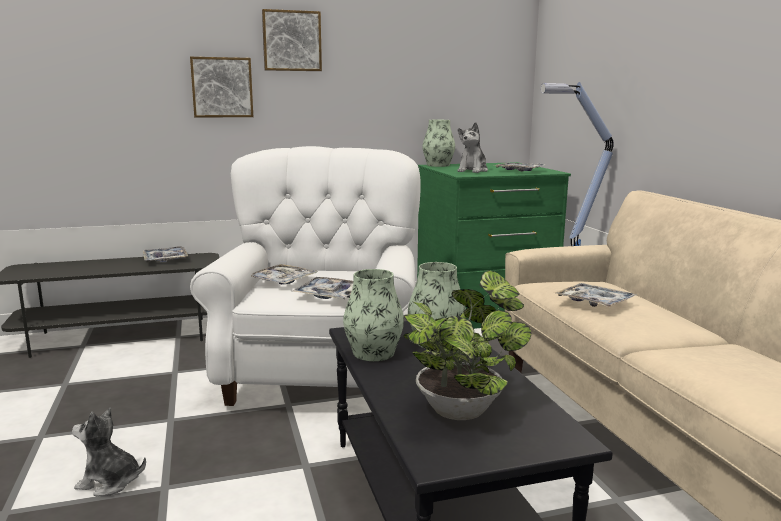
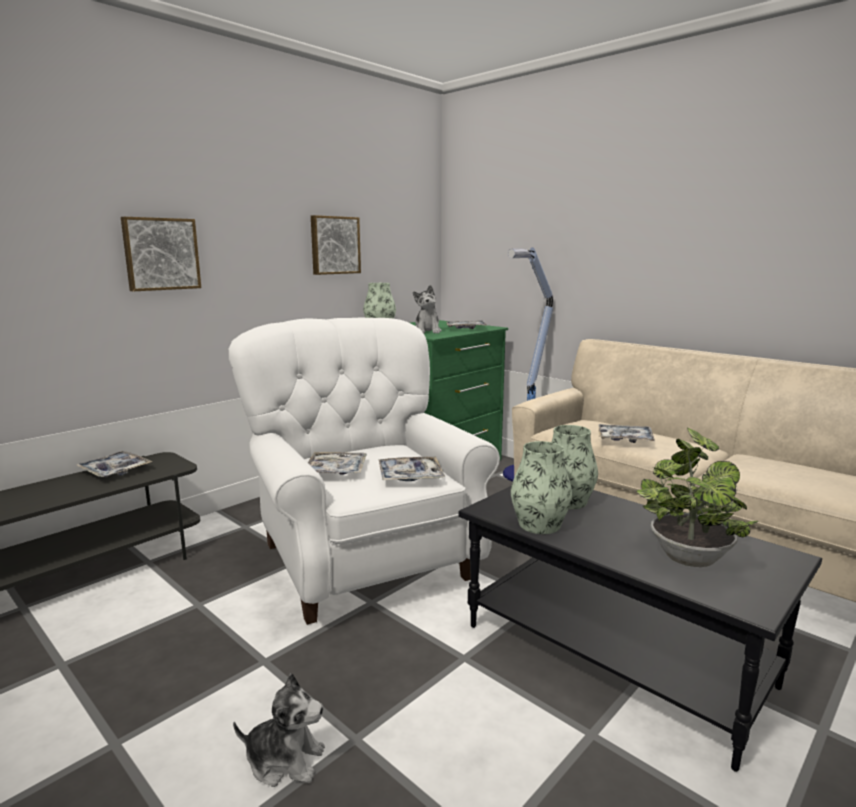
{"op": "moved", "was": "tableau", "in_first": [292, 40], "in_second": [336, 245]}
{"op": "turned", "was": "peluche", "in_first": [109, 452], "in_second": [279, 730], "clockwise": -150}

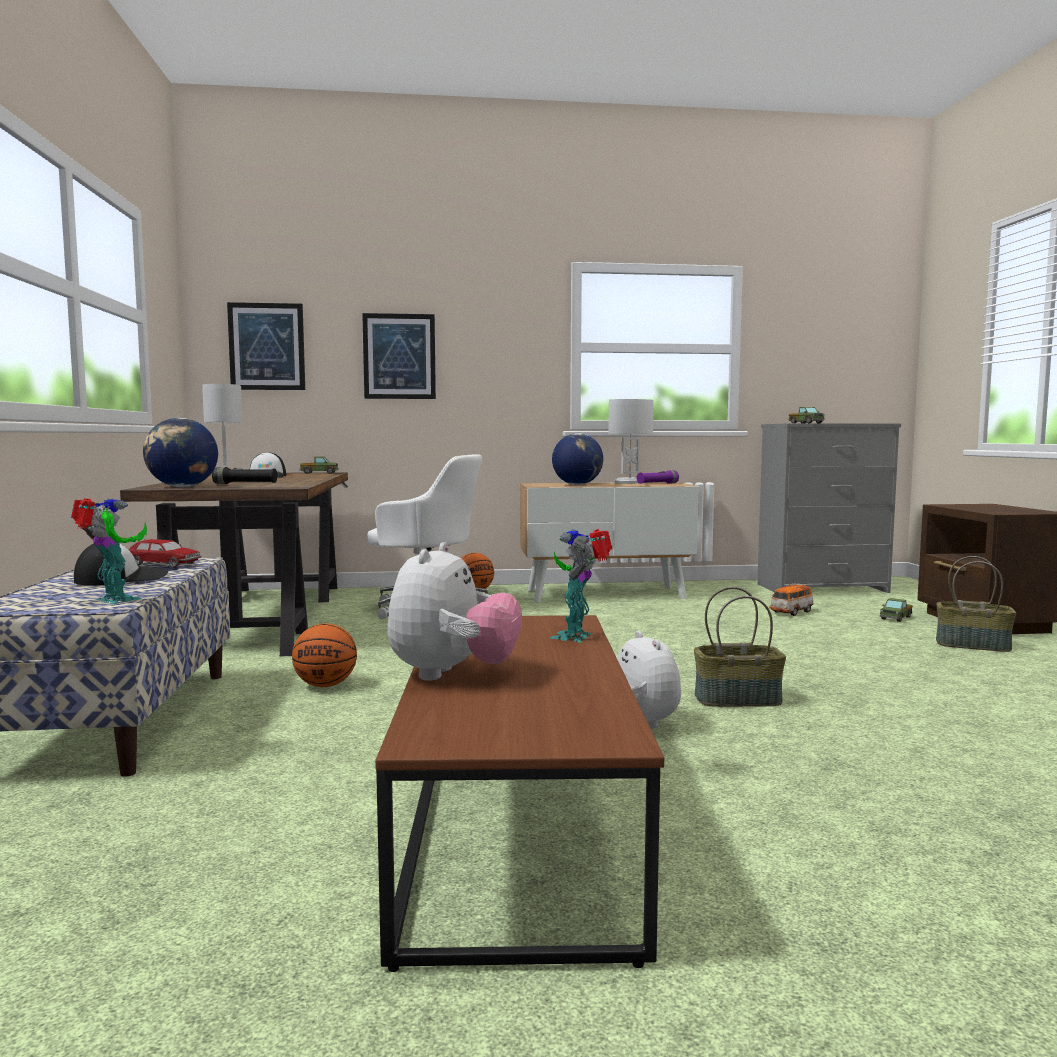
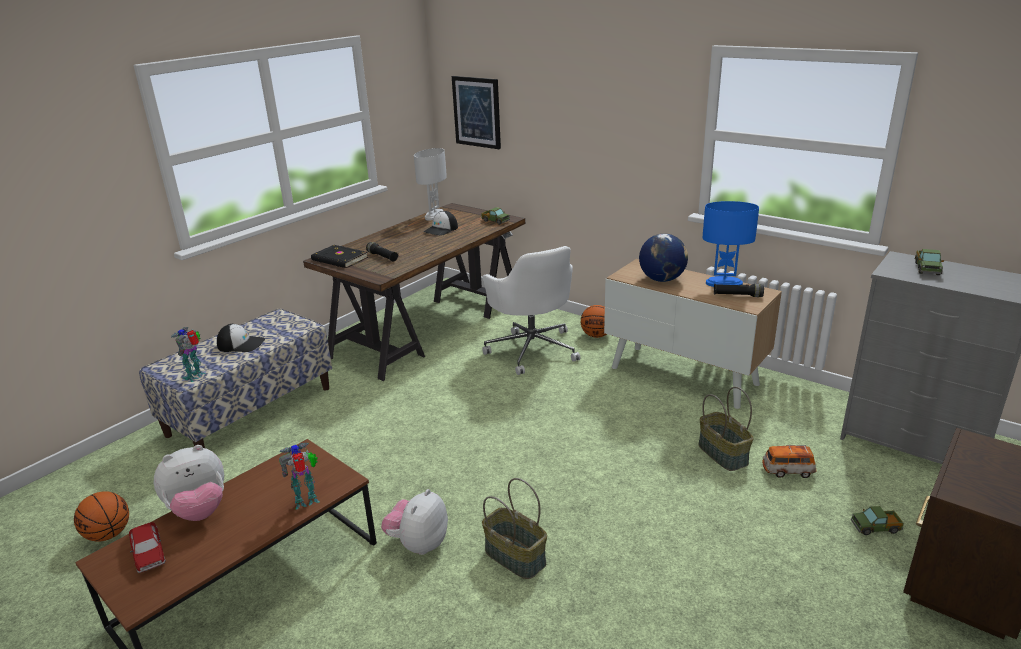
{"op": "removed", "was": "tableau", "in_first": [399, 356]}
{"op": "recoloured", "was": "lampe de table/blanc", "now": "lampe de table/bleu", "in_first": [631, 441], "in_second": [731, 244]}
{"op": "replaced", "was": "globe", "now": "livre/noir", "in_first": [180, 452], "in_second": [339, 256]}
{"op": "recoloured", "was": "lampe de poche/violet", "now": "lampe de poche/noir", "in_first": [657, 477], "in_second": [739, 290]}
{"op": "turned", "was": "robot jouet", "in_first": [109, 551], "in_second": [188, 354], "clockwise": -150}
{"op": "moved", "was": "petite voiture", "in_first": [165, 553], "in_second": [147, 547]}
{"op": "moved", "was": "panier", "in_first": [976, 604], "in_second": [725, 429]}
{"op": "moved", "was": "ballon de basket", "in_first": [324, 655], "in_second": [101, 516]}

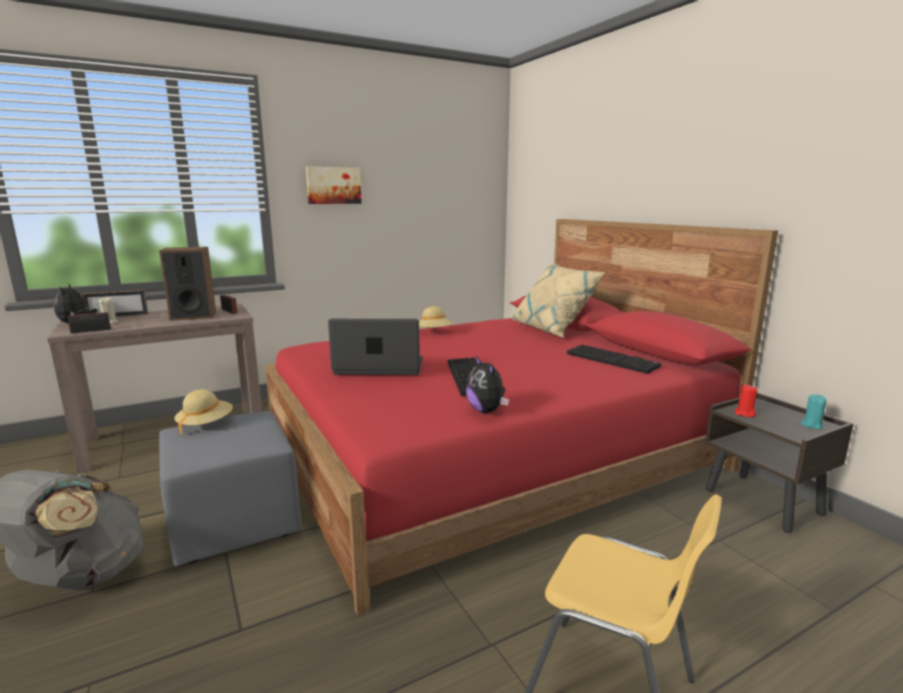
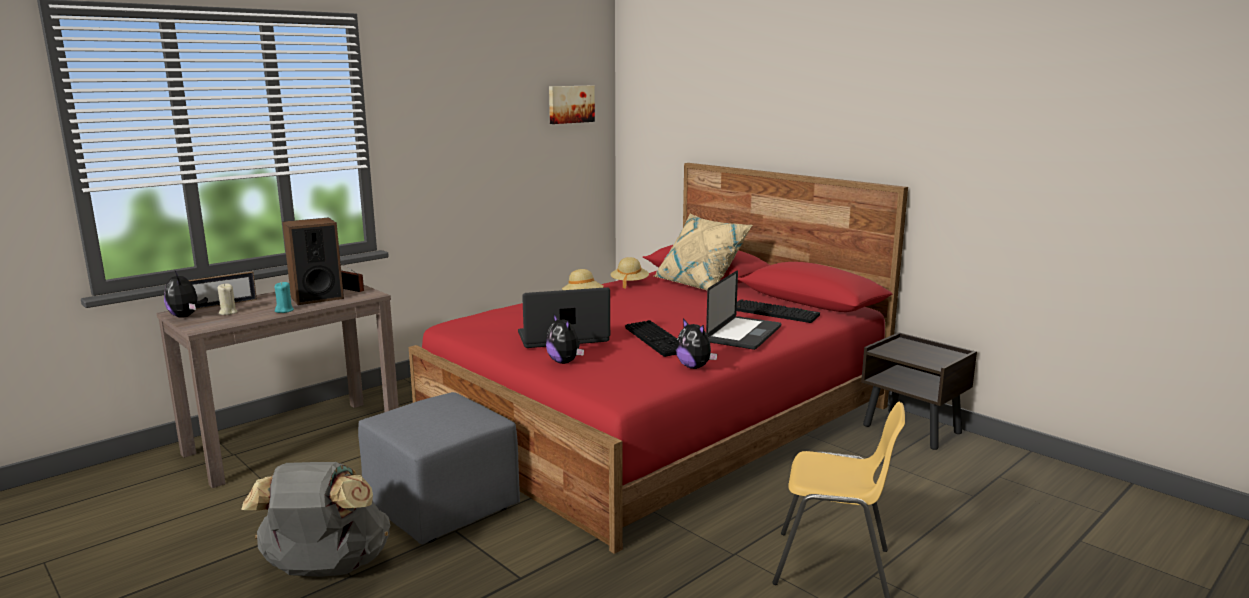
{"op": "moved", "was": "tableau", "in_first": [334, 185], "in_second": [572, 105]}
{"op": "removed", "was": "radio", "in_first": [89, 316]}
{"op": "removed", "was": "bougie/rouge", "in_first": [746, 400]}
{"op": "moved", "was": "chapeau/beige", "in_first": [203, 412], "in_second": [630, 273]}
{"op": "moved", "was": "bougie/turquoise", "in_first": [814, 412], "in_second": [284, 297]}
{"op": "added", "now": "ordinateur portable", "in_second": [743, 310]}
{"op": "added", "now": "peluche", "in_second": [565, 338]}

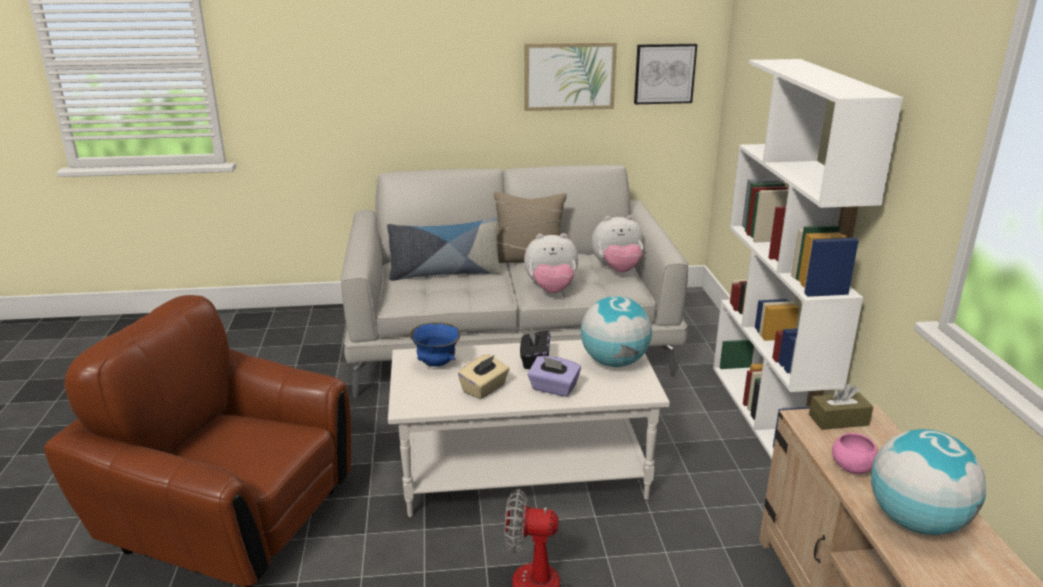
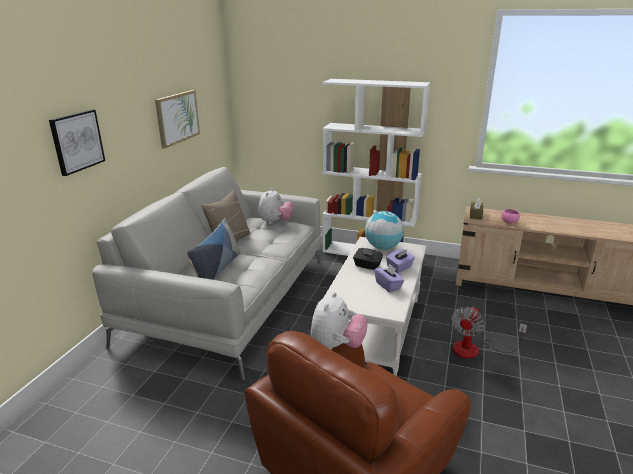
{"op": "moved", "was": "tableau", "in_first": [665, 74], "in_second": [77, 142]}
{"op": "moved", "was": "peluche", "in_first": [551, 263], "in_second": [339, 321]}
{"op": "removed", "was": "bol/bleu", "in_first": [435, 344]}
{"op": "recoloured", "was": "boîte à mouchoirs/beige", "now": "boîte à mouchoirs/violet", "in_first": [483, 376], "in_second": [389, 278]}
{"op": "removed", "was": "globe", "in_first": [928, 482]}

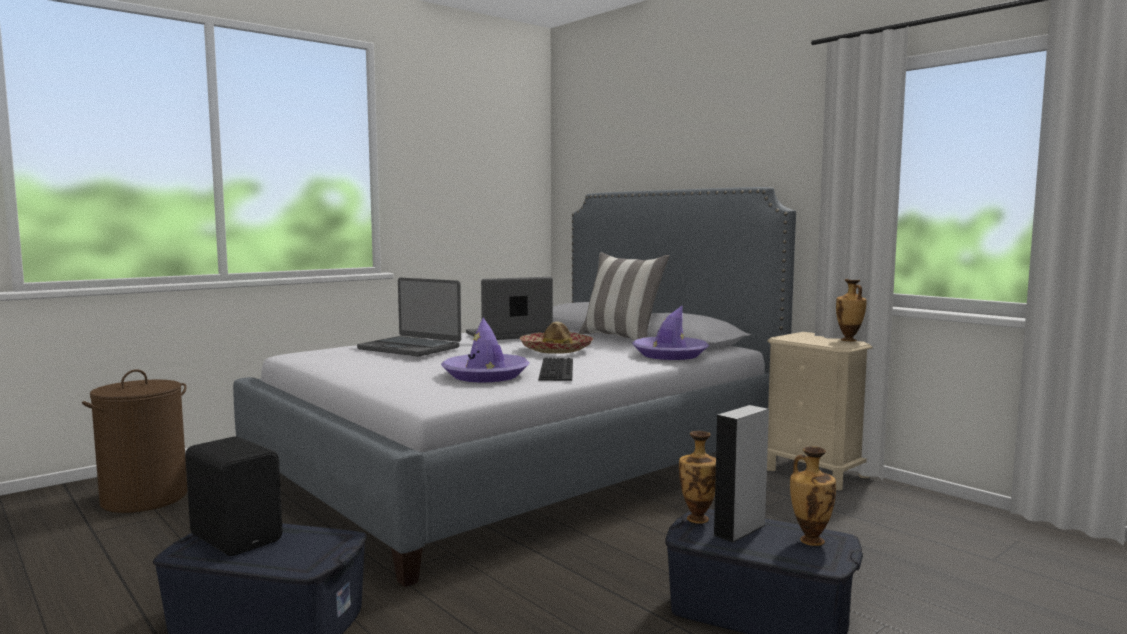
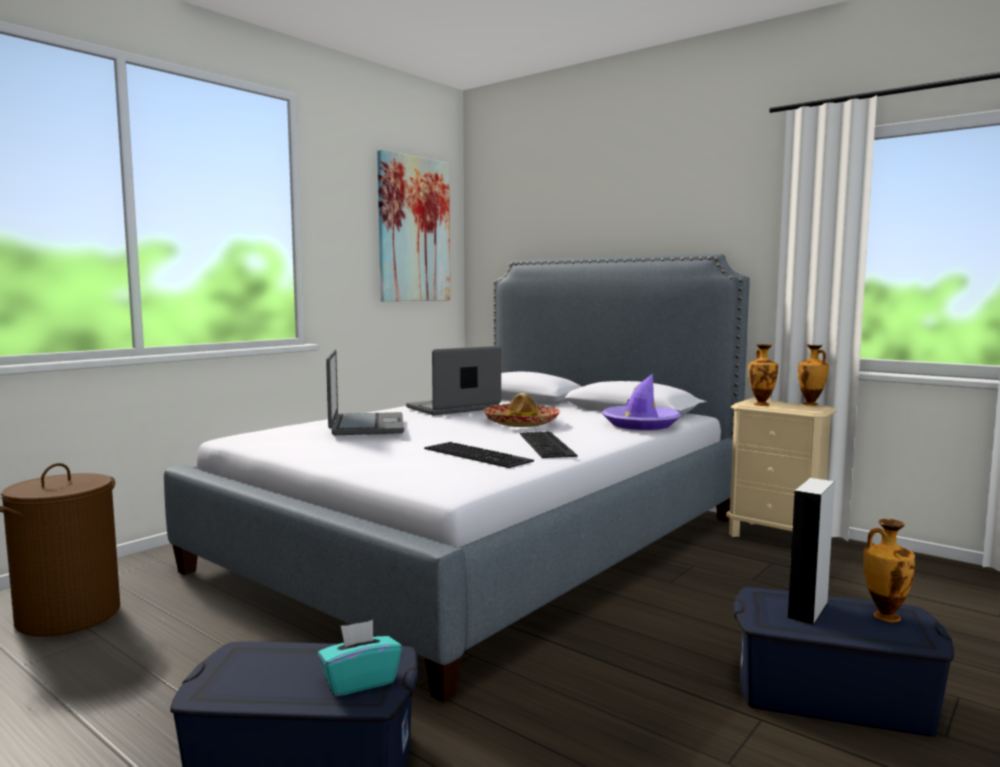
{"op": "removed", "was": "coussin", "in_first": [624, 296]}
{"op": "turned", "was": "ordinateur portable", "in_first": [409, 317], "in_second": [365, 392], "clockwise": -120}
{"op": "replaced", "was": "chapeau/violet", "now": "clavier", "in_first": [485, 350], "in_second": [479, 455]}
{"op": "moved", "was": "vase", "in_first": [697, 477], "in_second": [763, 375]}
{"op": "removed", "was": "enceinte/noir", "in_first": [233, 496]}
{"op": "added", "now": "tableau", "in_second": [413, 225]}
{"op": "added", "now": "boîte à mouchoirs/turquoise", "in_second": [360, 658]}

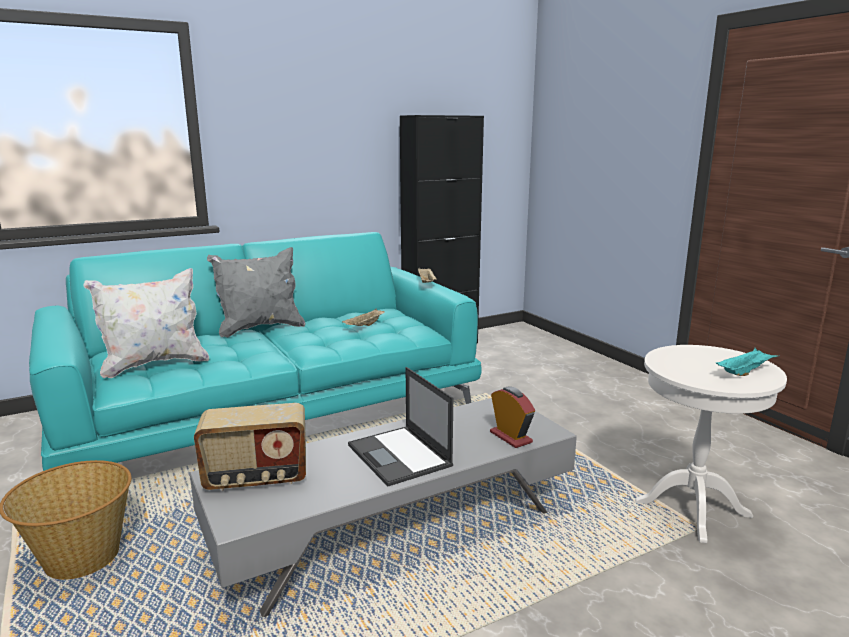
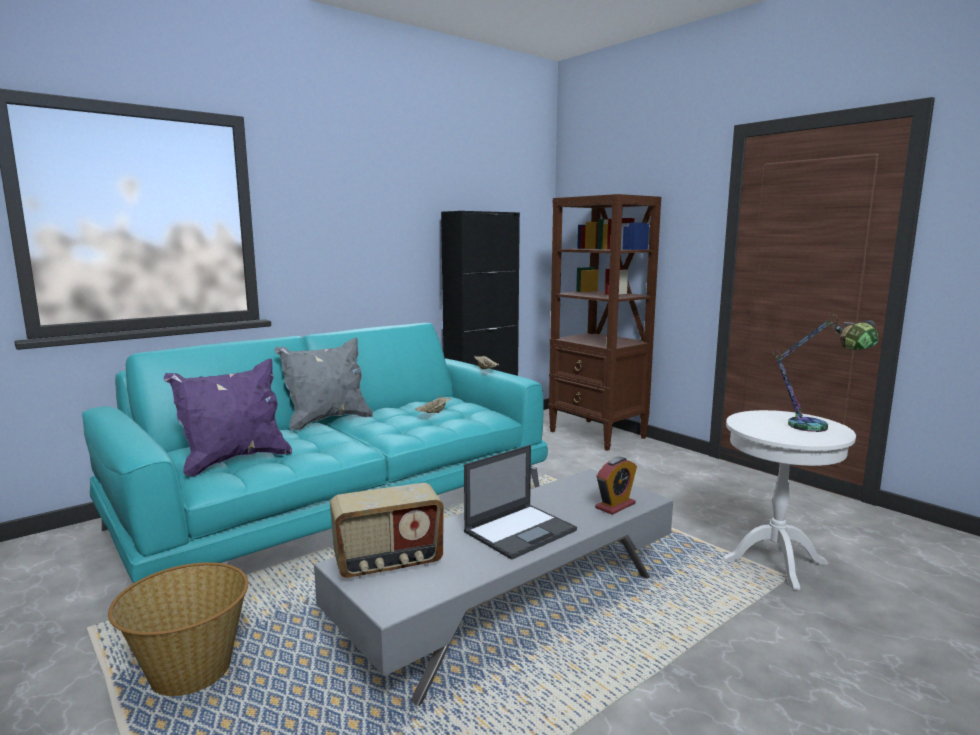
{"op": "recoloured", "was": "coussin/blanc", "now": "coussin/violet", "in_first": [146, 323], "in_second": [228, 417]}
{"op": "replaced", "was": "plateau/turquoise", "now": "lampe de table", "in_first": [747, 362], "in_second": [825, 372]}
{"op": "turned", "was": "ordinateur portable", "in_first": [400, 427], "in_second": [520, 502], "clockwise": -90}
{"op": "turned", "was": "réveil", "in_first": [512, 417], "in_second": [616, 486], "clockwise": 90}
{"op": "added", "now": "bibliothèque/marron", "in_second": [604, 322]}

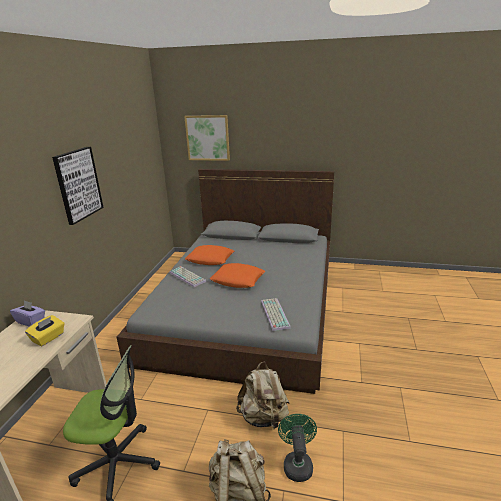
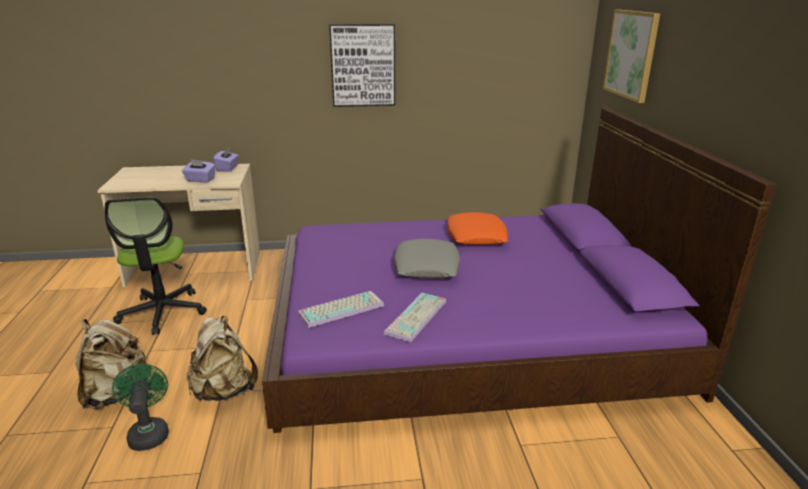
{"op": "recoloured", "was": "lit/gris", "now": "lit/violet", "in_first": [225, 281], "in_second": [519, 270]}
{"op": "recoloured", "was": "coussin/orange", "now": "coussin/gris", "in_first": [237, 275], "in_second": [427, 258]}
{"op": "moved", "was": "clavier", "in_first": [187, 276], "in_second": [415, 317]}
{"op": "recoloured", "was": "boîte à mouchoirs/jaune", "now": "boîte à mouchoirs/violet", "in_first": [45, 330], "in_second": [199, 170]}
{"op": "turned", "was": "ventilateur/vert", "in_first": [297, 448], "in_second": [140, 407], "clockwise": -90}

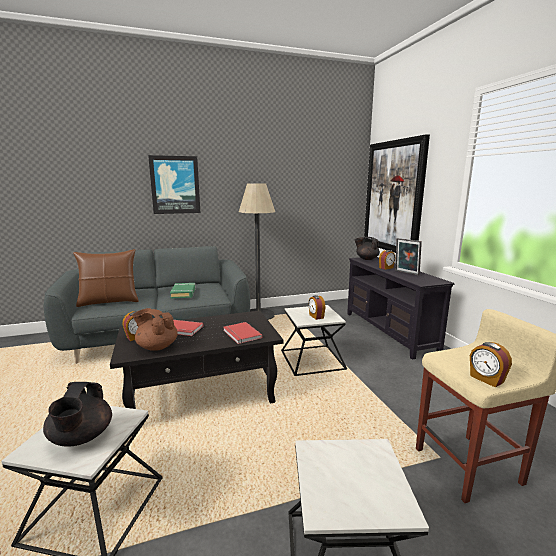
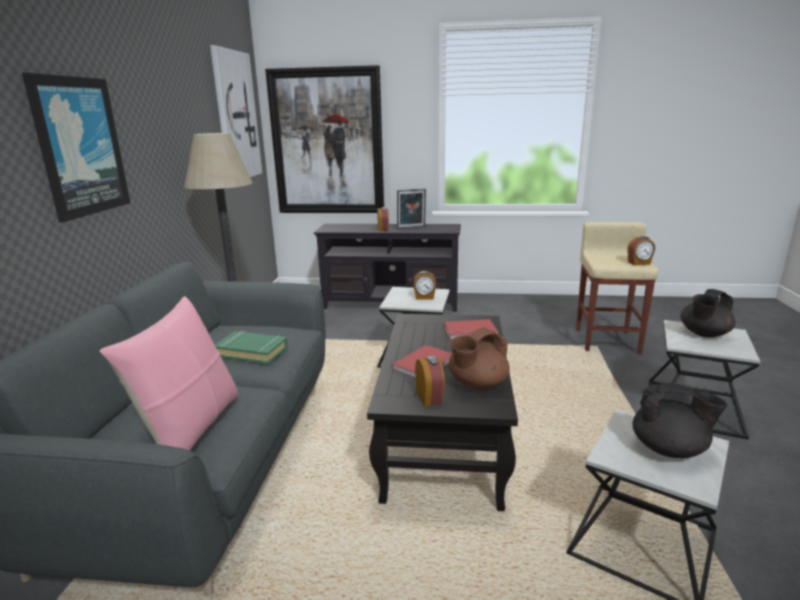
{"op": "moved", "was": "théière/noir", "in_first": [367, 248], "in_second": [707, 313]}
{"op": "recoloured", "was": "coussin/marron", "now": "coussin/rose", "in_first": [105, 278], "in_second": [169, 373]}
{"op": "added", "now": "tableau", "in_second": [236, 111]}

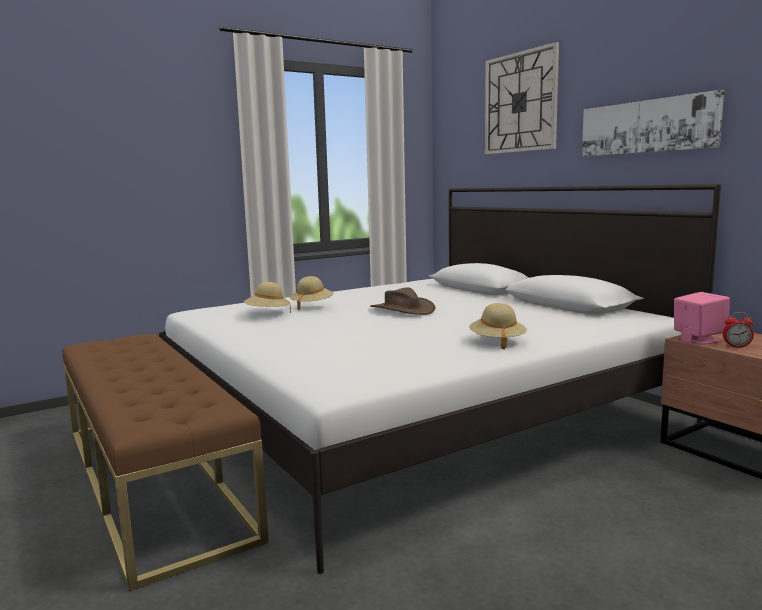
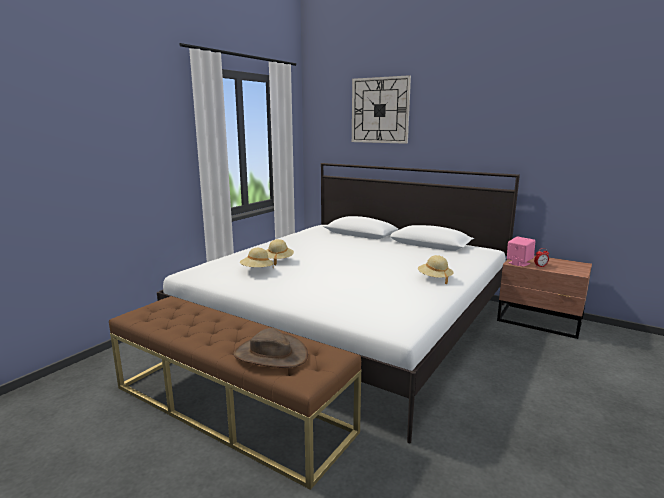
{"op": "removed", "was": "tableau", "in_first": [653, 123]}
{"op": "moved", "was": "chapeau/marron", "in_first": [403, 301], "in_second": [270, 348]}

